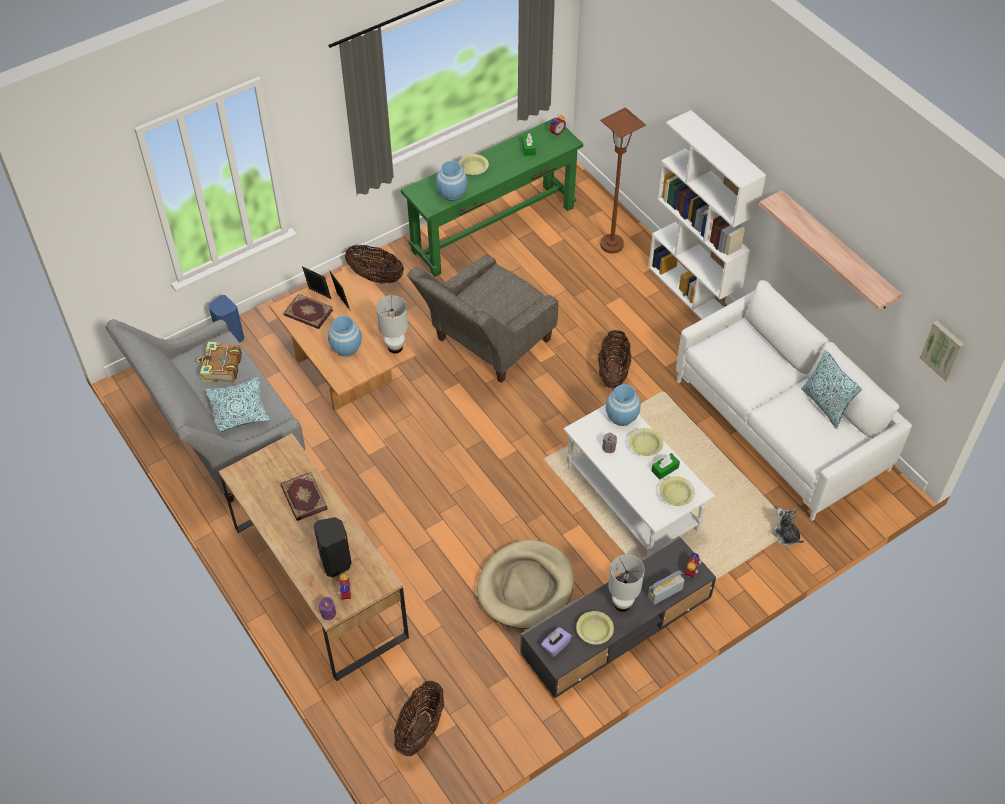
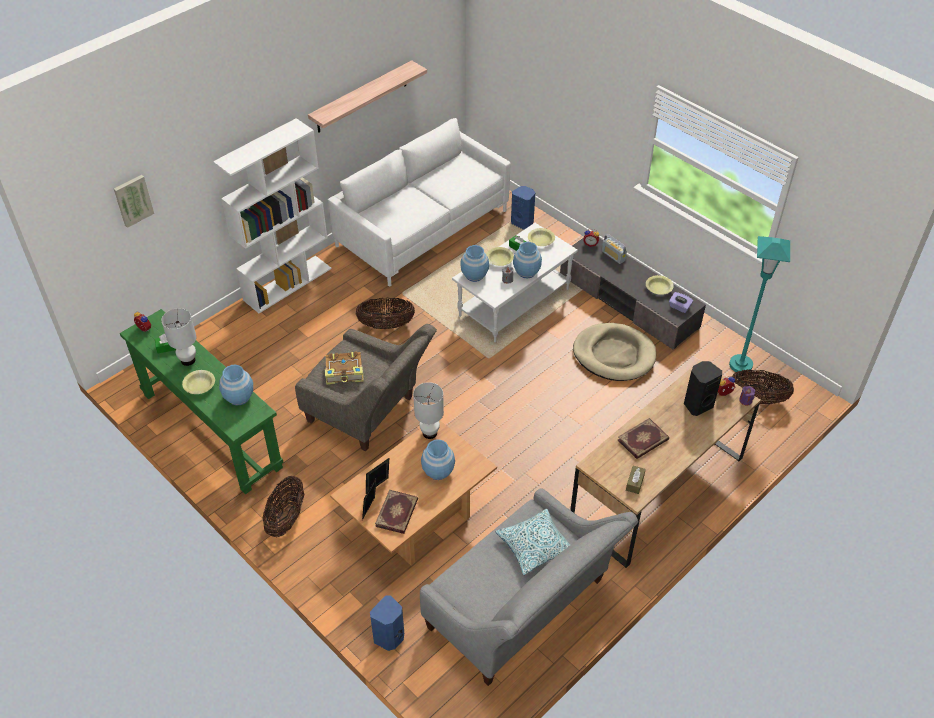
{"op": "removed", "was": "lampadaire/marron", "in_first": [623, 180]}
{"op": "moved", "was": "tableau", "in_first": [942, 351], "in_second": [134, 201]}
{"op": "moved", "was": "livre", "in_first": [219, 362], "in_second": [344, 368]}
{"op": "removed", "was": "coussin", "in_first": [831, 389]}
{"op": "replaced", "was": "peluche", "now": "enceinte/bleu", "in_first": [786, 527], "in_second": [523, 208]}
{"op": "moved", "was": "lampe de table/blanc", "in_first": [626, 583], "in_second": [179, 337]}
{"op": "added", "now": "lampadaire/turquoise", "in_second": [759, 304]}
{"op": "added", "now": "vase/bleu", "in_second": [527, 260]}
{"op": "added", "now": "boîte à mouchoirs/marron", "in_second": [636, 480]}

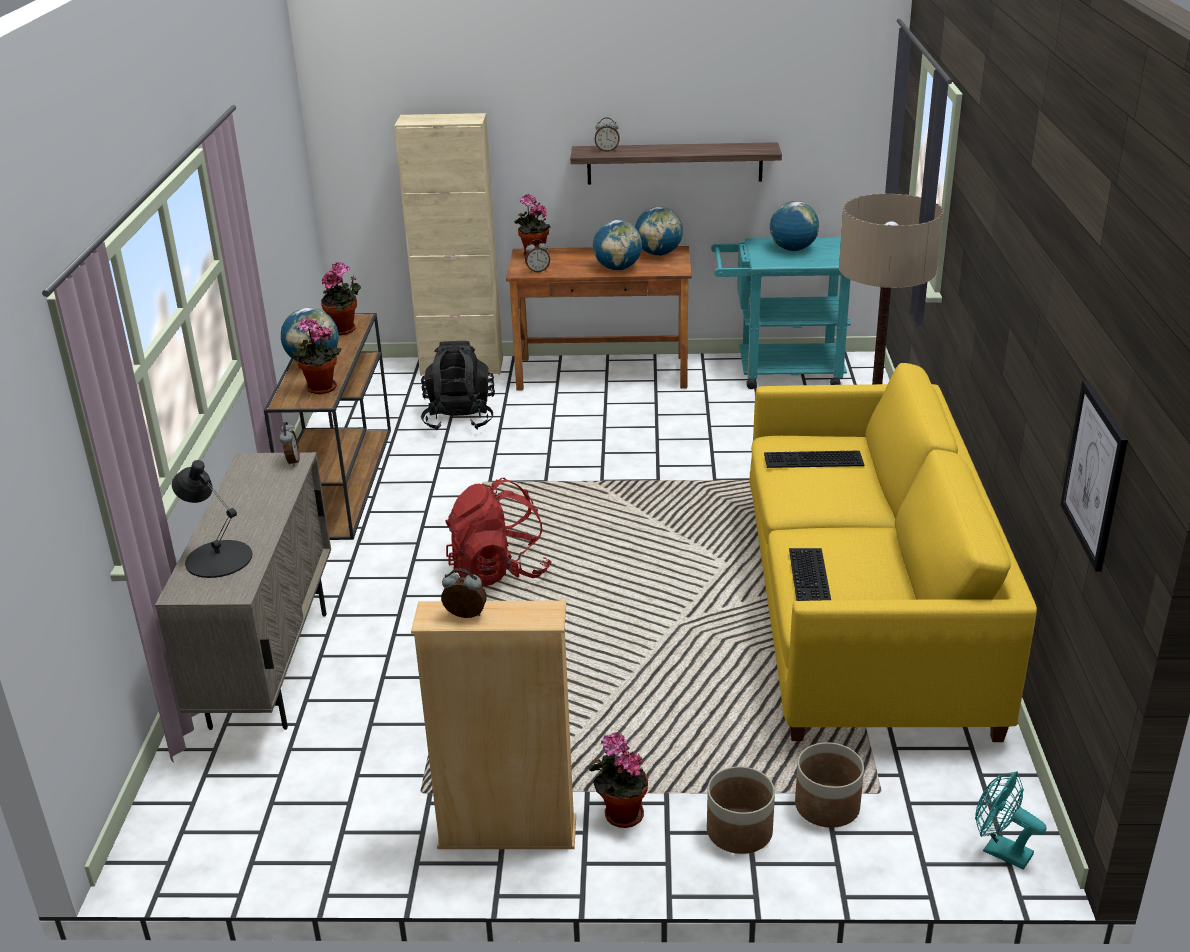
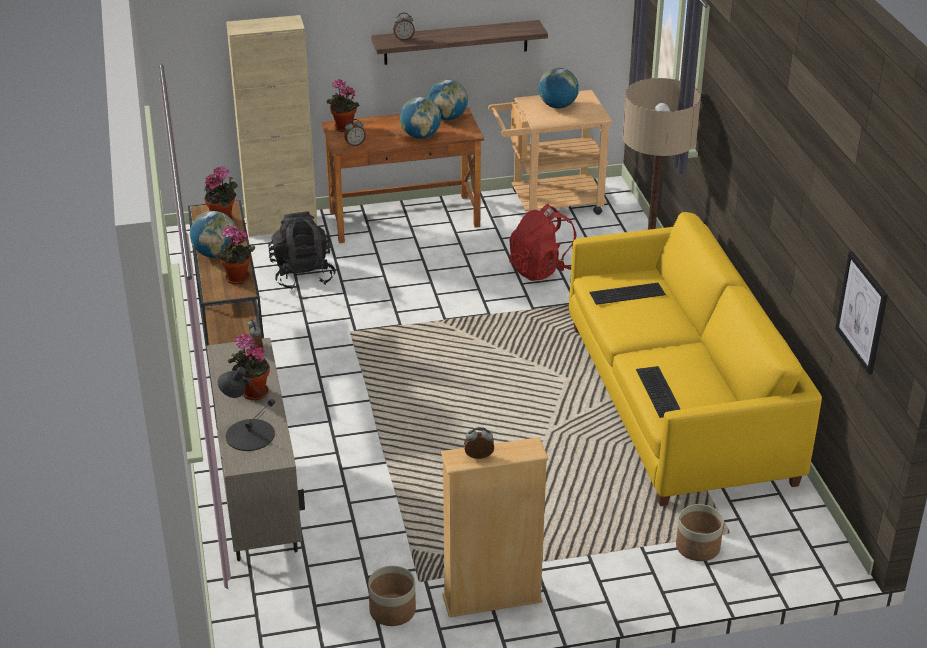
{"op": "recoloured", "was": "chariot/turquoise", "now": "chariot/beige", "in_first": [781, 313], "in_second": [550, 152]}
{"op": "moved", "was": "sac à dos/rouge", "in_first": [498, 532], "in_second": [543, 242]}
{"op": "moved", "was": "plante en pot", "in_first": [618, 780], "in_second": [249, 367]}
{"op": "moved", "was": "cache-pot", "in_first": [741, 810], "in_second": [392, 596]}
{"op": "removed", "was": "ventilateur/turquoise", "in_first": [1011, 820]}

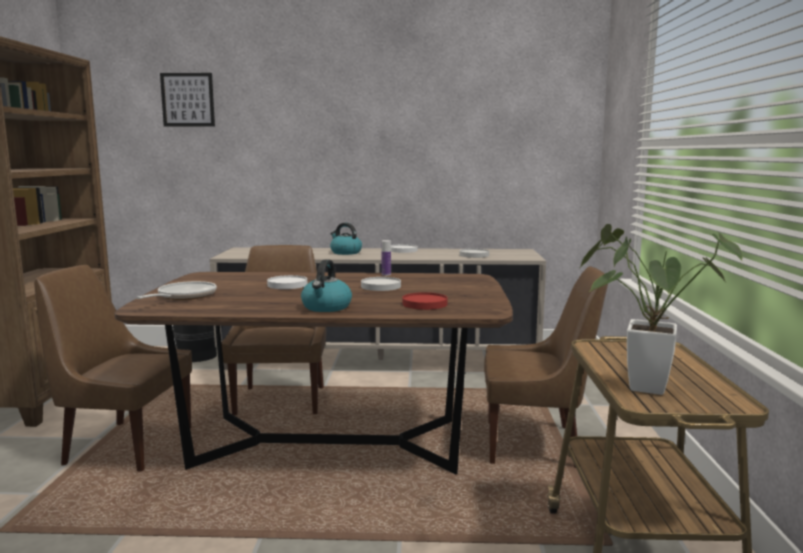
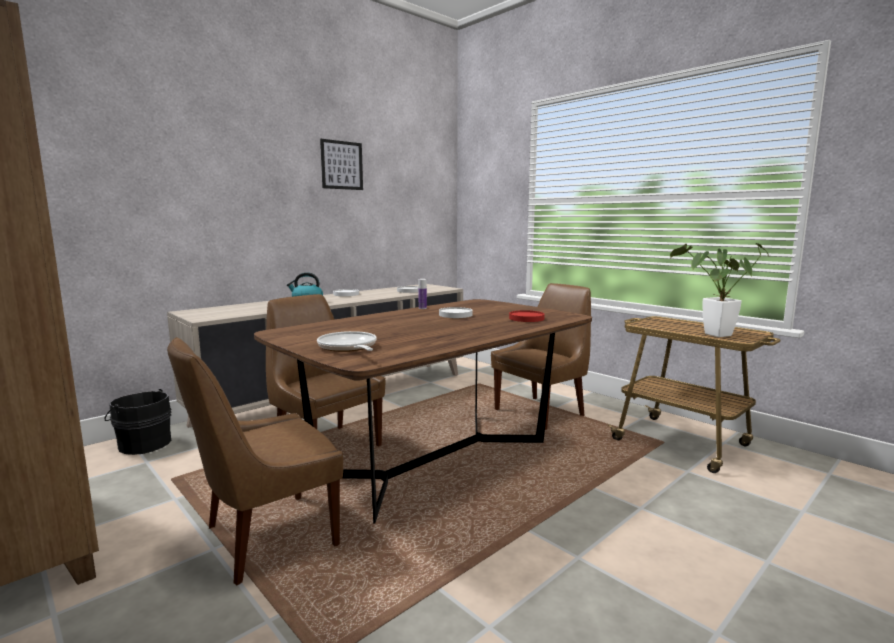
{"op": "moved", "was": "tableau", "in_first": [187, 100], "in_second": [341, 164]}
{"op": "removed", "was": "bouilloire", "in_first": [326, 285]}
{"op": "removed", "was": "assiette/blanc", "in_first": [287, 282]}

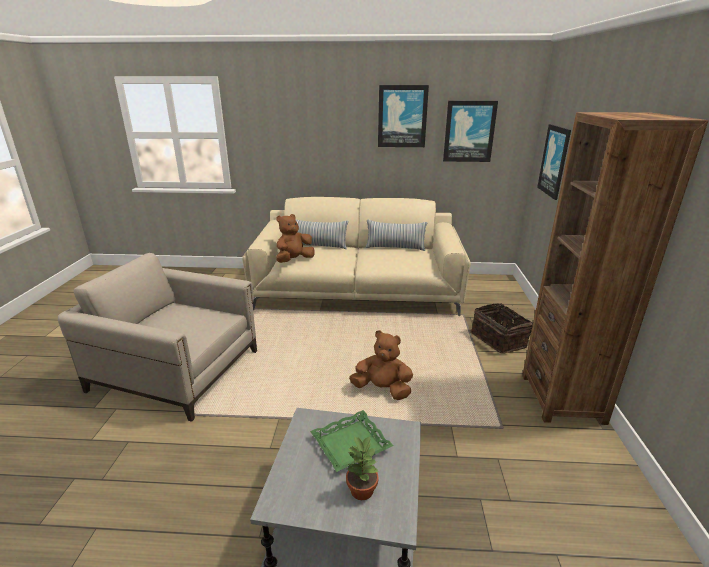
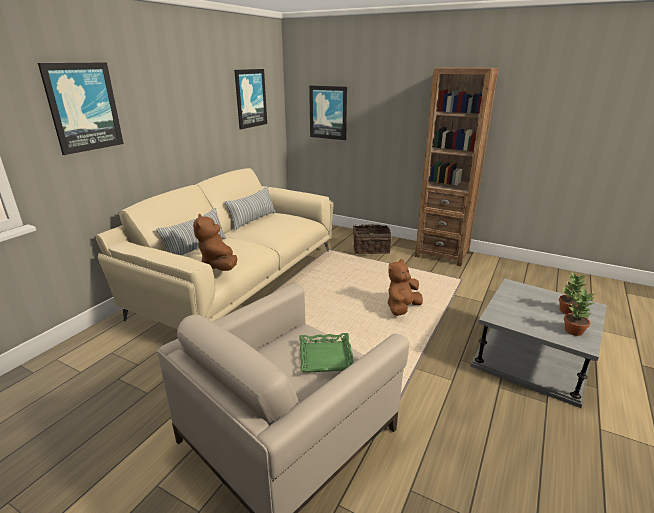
{"op": "moved", "was": "tableau", "in_first": [403, 116], "in_second": [81, 108]}
{"op": "moved", "was": "plateau/vert", "in_first": [352, 441], "in_second": [326, 353]}
{"op": "added", "now": "plante en pot", "in_second": [580, 312]}

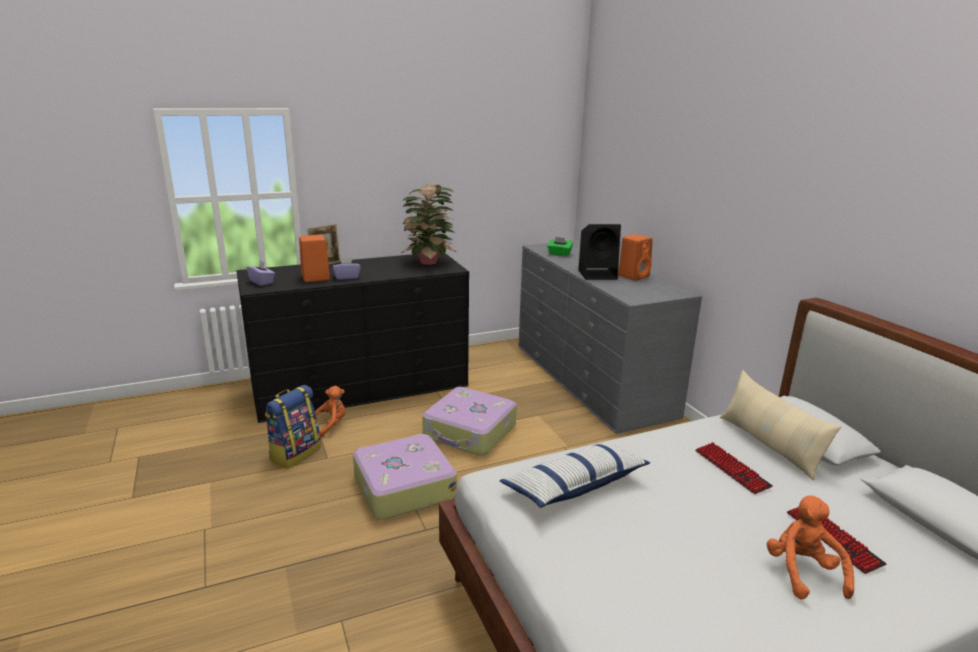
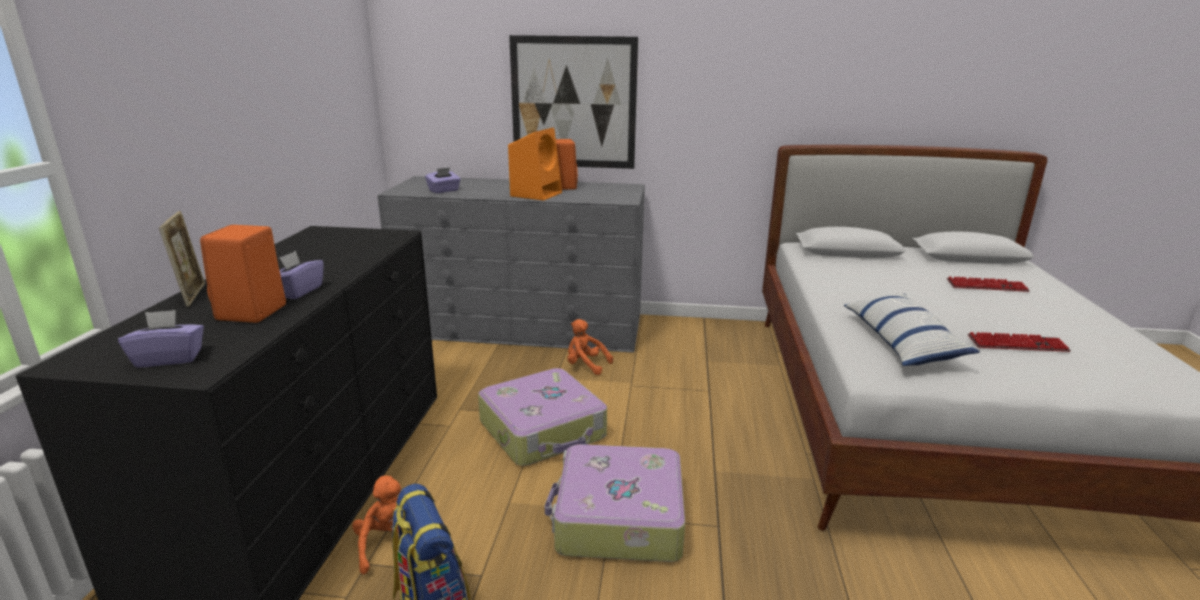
{"op": "removed", "was": "plante en pot", "in_first": [428, 224]}
{"op": "recoloured", "was": "enceinte/noir", "now": "enceinte/orange", "in_first": [599, 252], "in_second": [535, 164]}
{"op": "recoloured", "was": "boîte à mouchoirs/vert", "now": "boîte à mouchoirs/violet", "in_first": [560, 246], "in_second": [443, 180]}
{"op": "removed", "was": "coussin/beige", "in_first": [780, 425]}
{"op": "moved", "was": "clavier", "in_first": [734, 468], "in_second": [1019, 342]}
{"op": "moved", "was": "peluche/orange", "in_first": [810, 548], "in_second": [590, 347]}
{"op": "added", "now": "tableau", "in_second": [573, 102]}

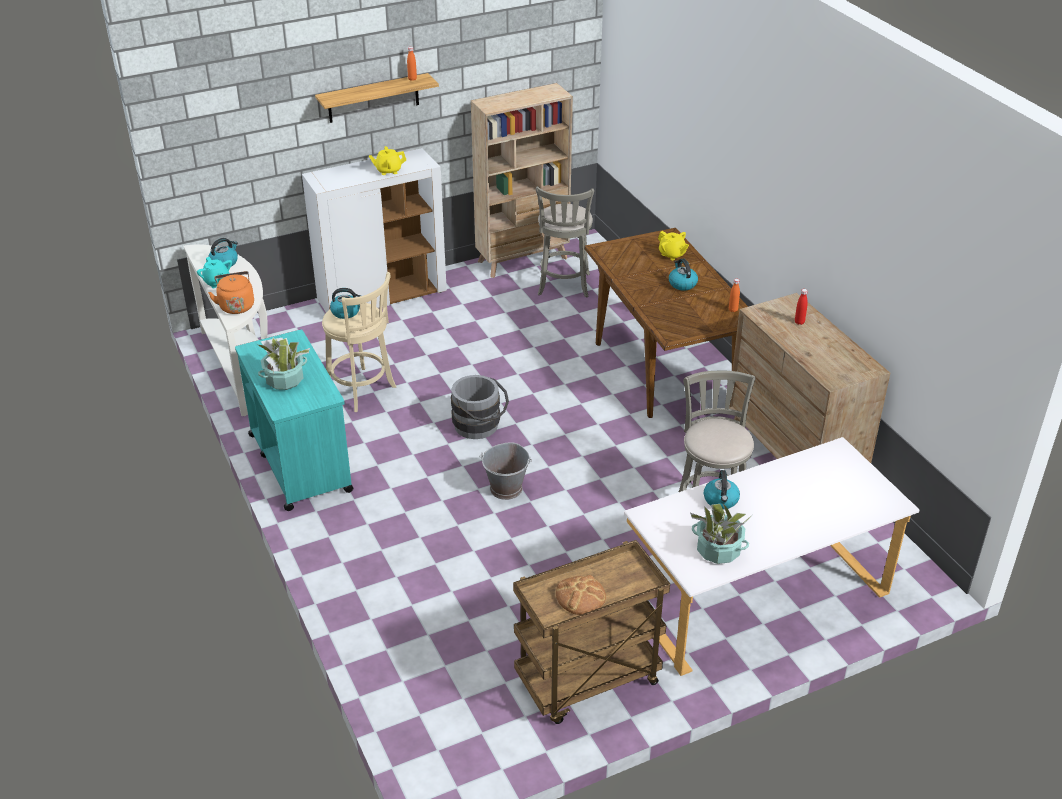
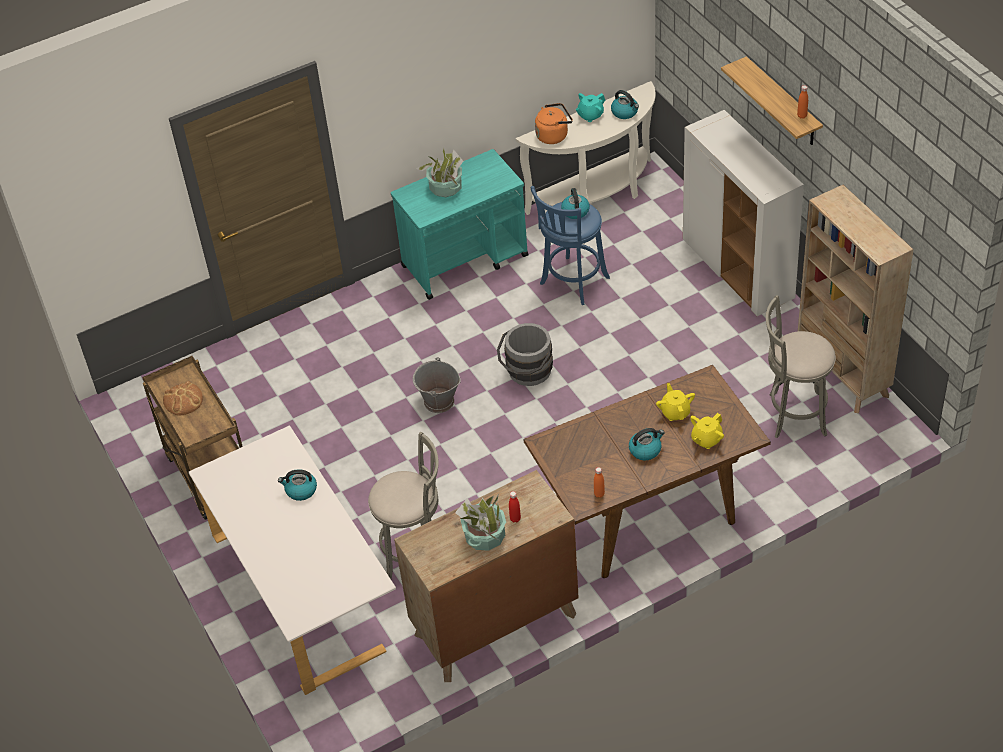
{"op": "moved", "was": "théière/jaune", "in_first": [387, 160], "in_second": [675, 402]}
{"op": "recoloured", "was": "tabouret/beige", "now": "tabouret/bleu", "in_first": [359, 342], "in_second": [570, 245]}
{"op": "moved", "was": "plante en pot", "in_first": [721, 534], "in_second": [480, 523]}

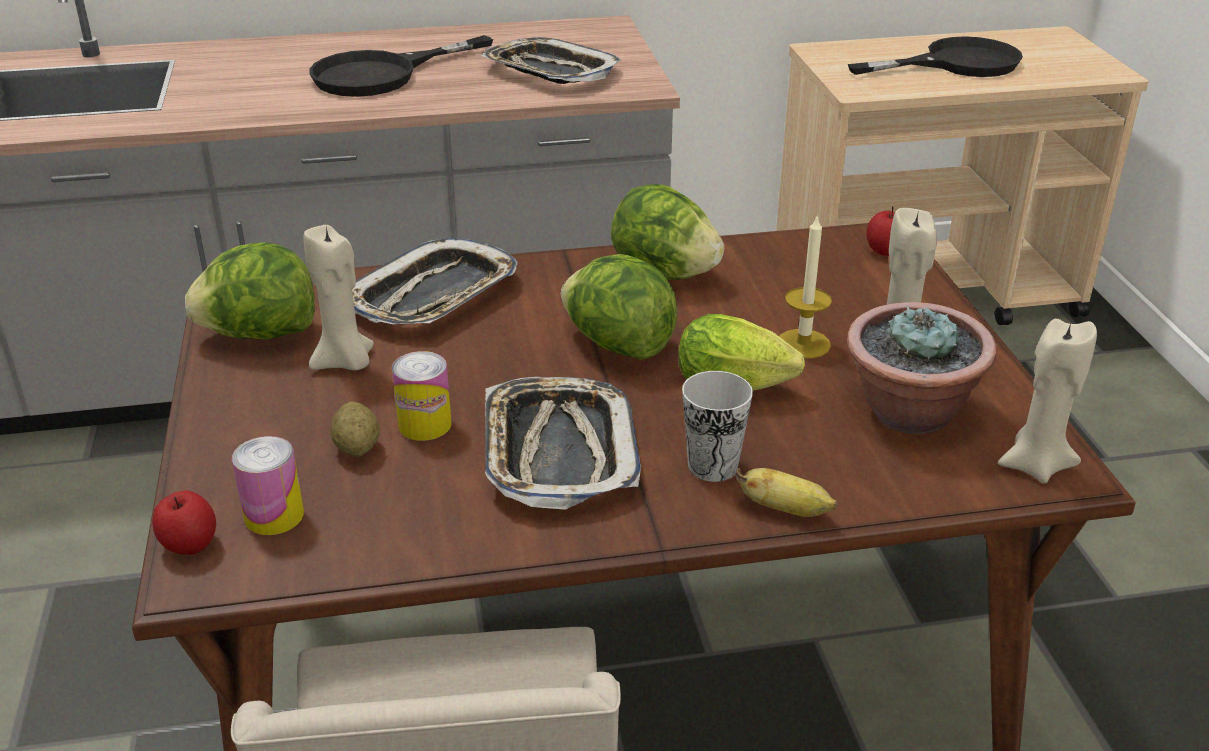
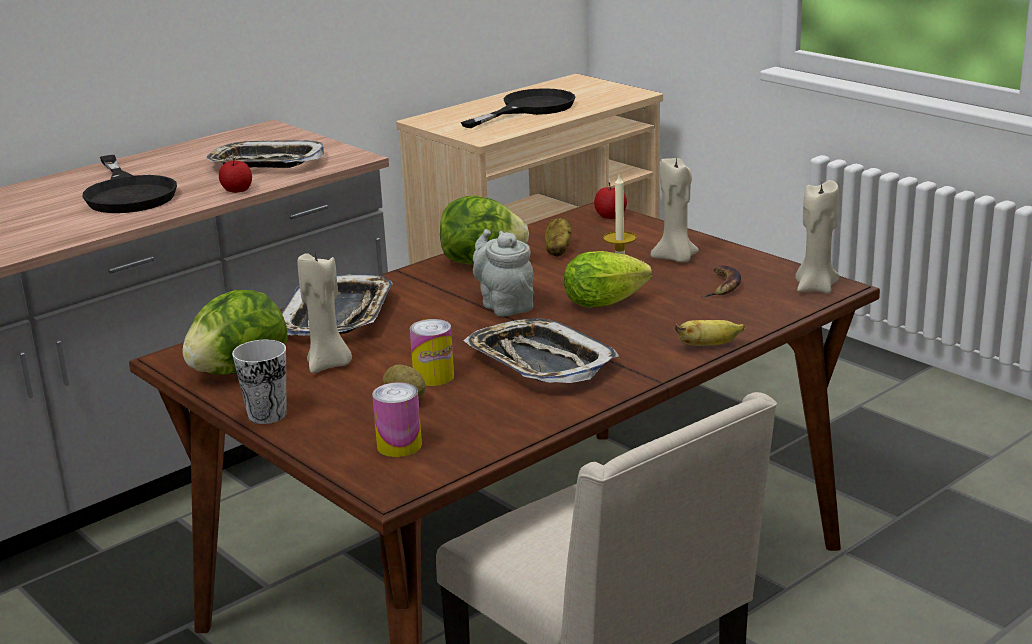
{"op": "turned", "was": "poêle/noir", "in_first": [401, 66], "in_second": [130, 184], "clockwise": -45}
{"op": "replaced", "was": "laitue", "now": "théière/gris", "in_first": [619, 307], "in_second": [503, 272]}
{"op": "replaced", "was": "plante en pot", "now": "banane", "in_first": [921, 368], "in_second": [721, 281]}
{"op": "moved", "was": "tasse", "in_first": [717, 426], "in_second": [259, 381]}
{"op": "moved", "was": "pomme", "in_first": [184, 523], "in_second": [235, 175]}
{"op": "added", "now": "pomme de terre", "in_second": [558, 237]}

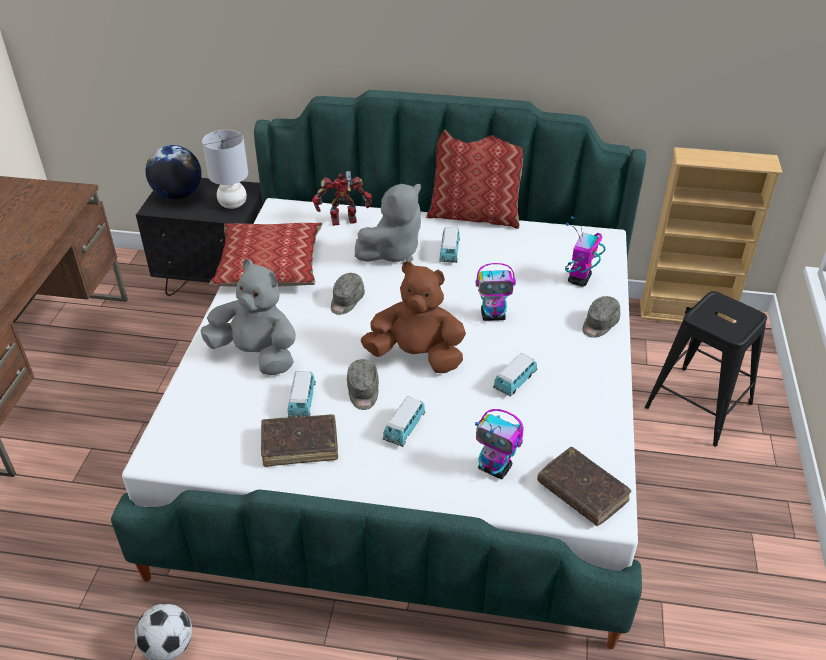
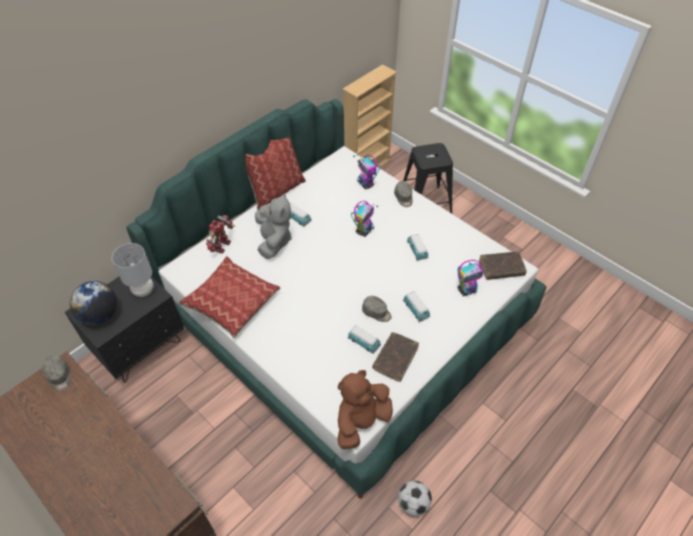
{"op": "removed", "was": "peluche/gris", "in_first": [248, 317]}
{"op": "moved", "was": "peluche/marron", "in_first": [413, 317], "in_second": [365, 409]}
{"op": "moved", "was": "casquette/gris", "in_first": [348, 294], "in_second": [56, 373]}

